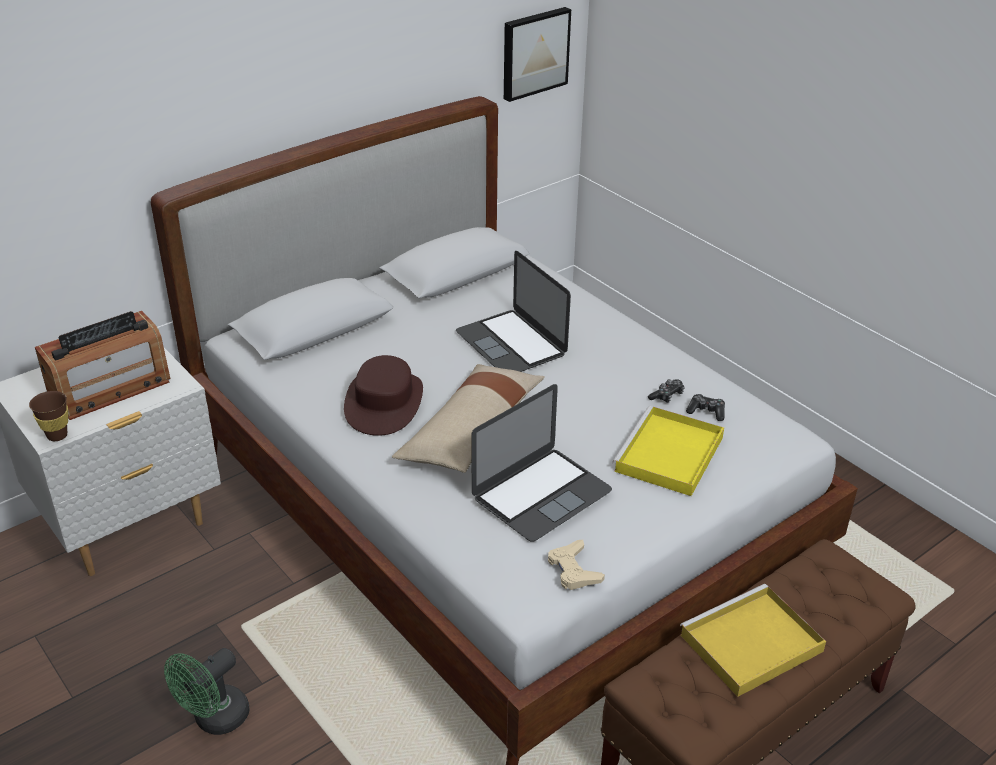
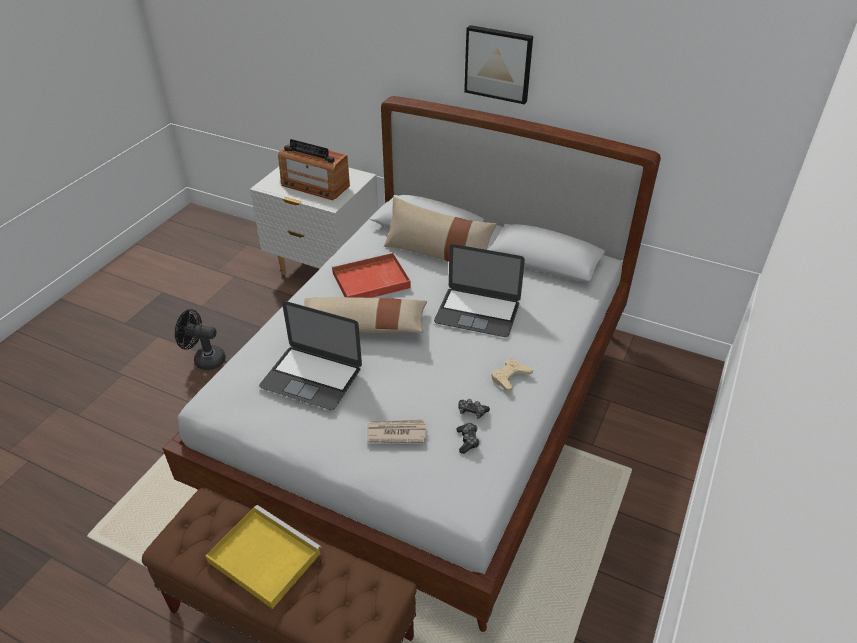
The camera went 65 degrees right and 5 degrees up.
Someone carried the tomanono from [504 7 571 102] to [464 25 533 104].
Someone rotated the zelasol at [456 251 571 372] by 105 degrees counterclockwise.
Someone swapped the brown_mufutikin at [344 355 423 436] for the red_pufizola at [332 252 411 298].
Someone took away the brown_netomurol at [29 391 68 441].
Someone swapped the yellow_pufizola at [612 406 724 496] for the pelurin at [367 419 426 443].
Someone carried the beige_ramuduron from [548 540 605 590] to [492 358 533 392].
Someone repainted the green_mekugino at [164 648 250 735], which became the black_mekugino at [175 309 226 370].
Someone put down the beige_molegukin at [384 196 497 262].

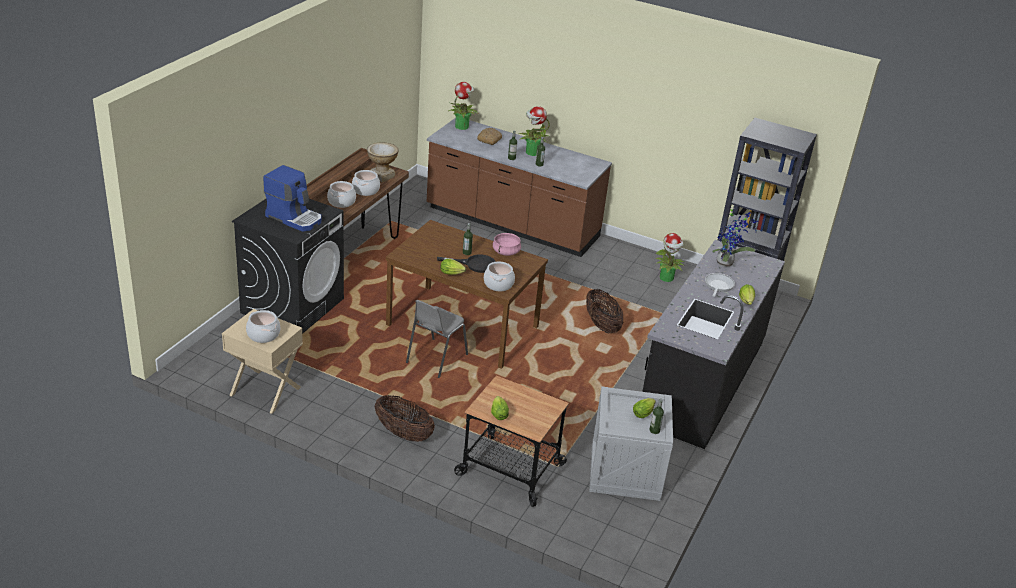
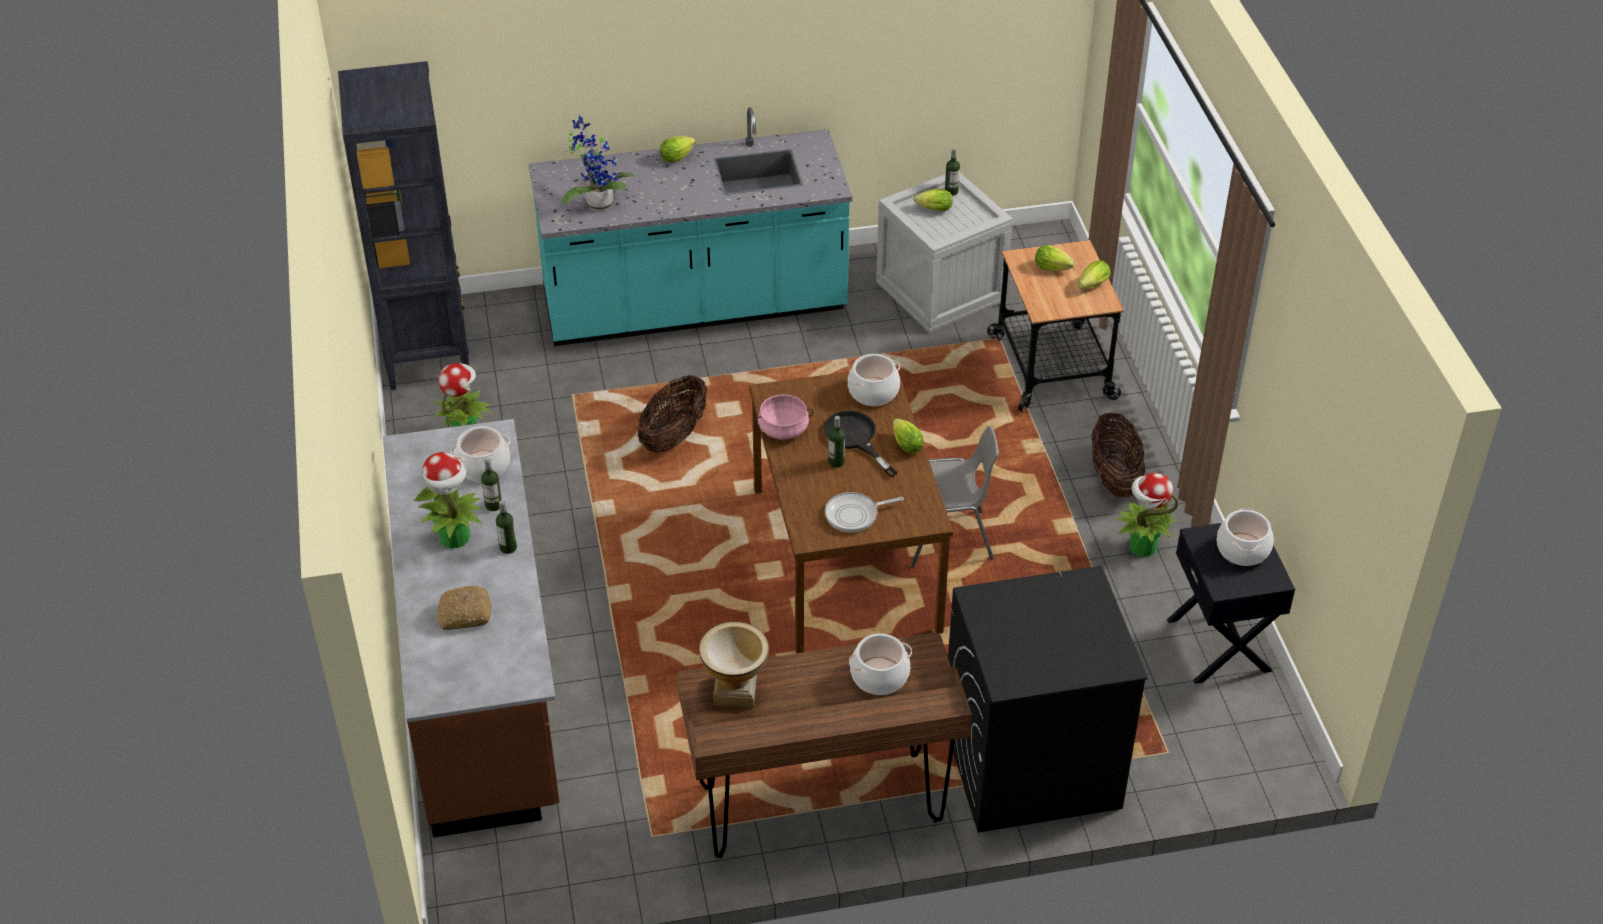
The camera went 125 degrees left and 10 degrees up.
Someone carried the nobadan from [449 82 478 130] to [1115 473 1178 557].
Someone took away the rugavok at [263 165 321 232].
Someone carried the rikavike from [352 170 380 196] to [451 426 510 482].
Someone repainted the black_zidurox at [642 240 785 449], which became the turquoise_zidurox at [529 107 853 346].
Someone carried the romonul from [705 273 735 297] to [825 492 904 533].
Someone repainted the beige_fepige at [222 309 303 414], which became the black_fepige at [1167 523 1295 684].
Someone put down the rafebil at [1035 245 1075 271].

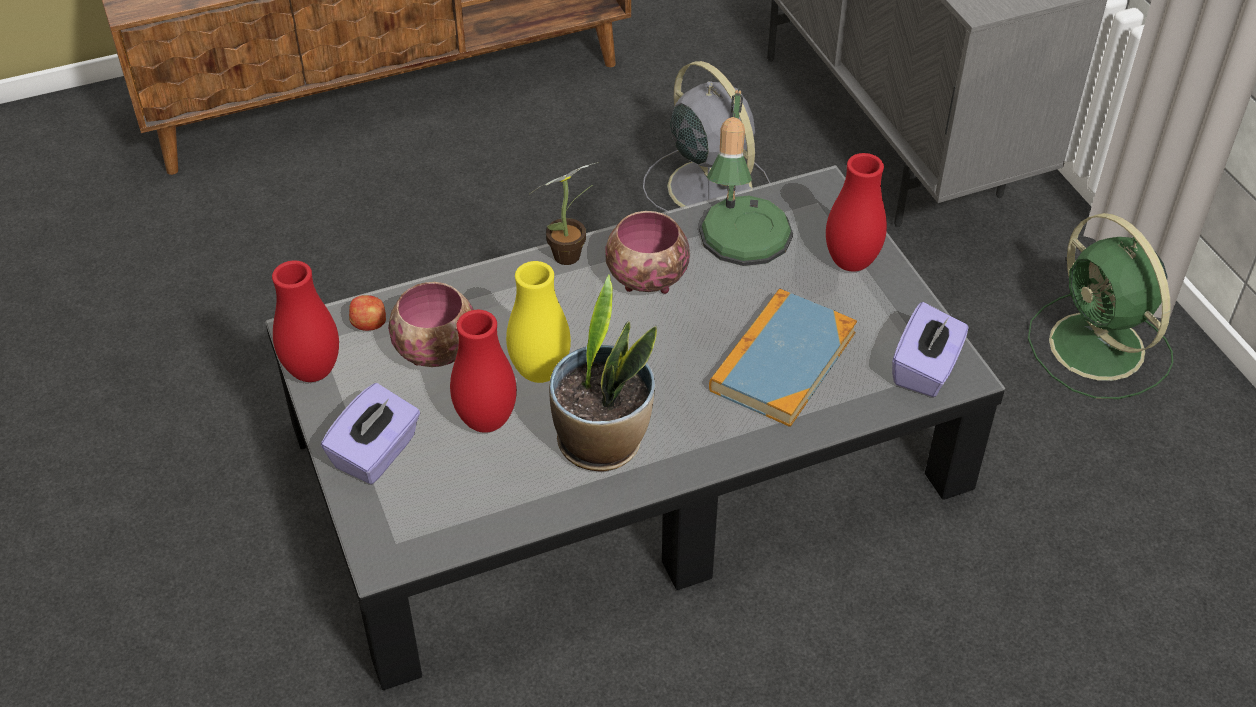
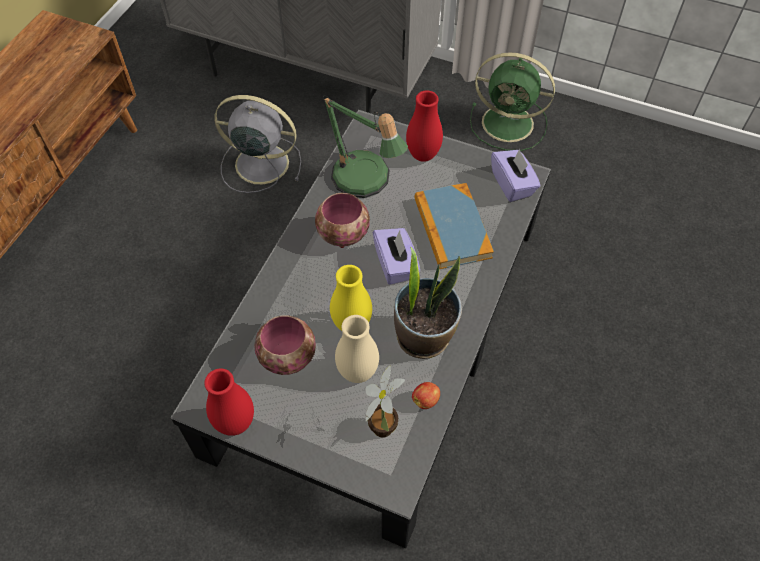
The camera went 45 degrees left and 10 degrees up.
Someone carried the nobadan from [531 162 599 265] to [365 366 405 437].
Someone carried the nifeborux from [349 295 386 331] to [412 382 440 409].
Someone repainted the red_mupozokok at [450 310 517 433], which became the beige_mupozokok at [335 315 379 383].
Someone carried the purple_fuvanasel from [321 383 420 484] to [373 228 420 285].

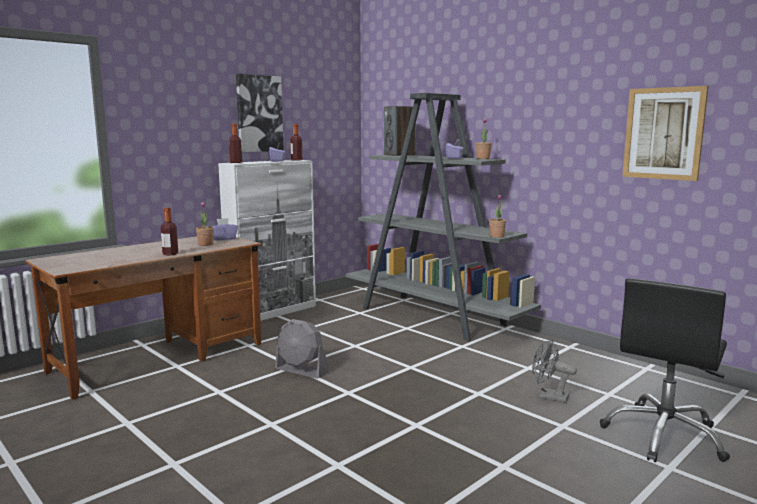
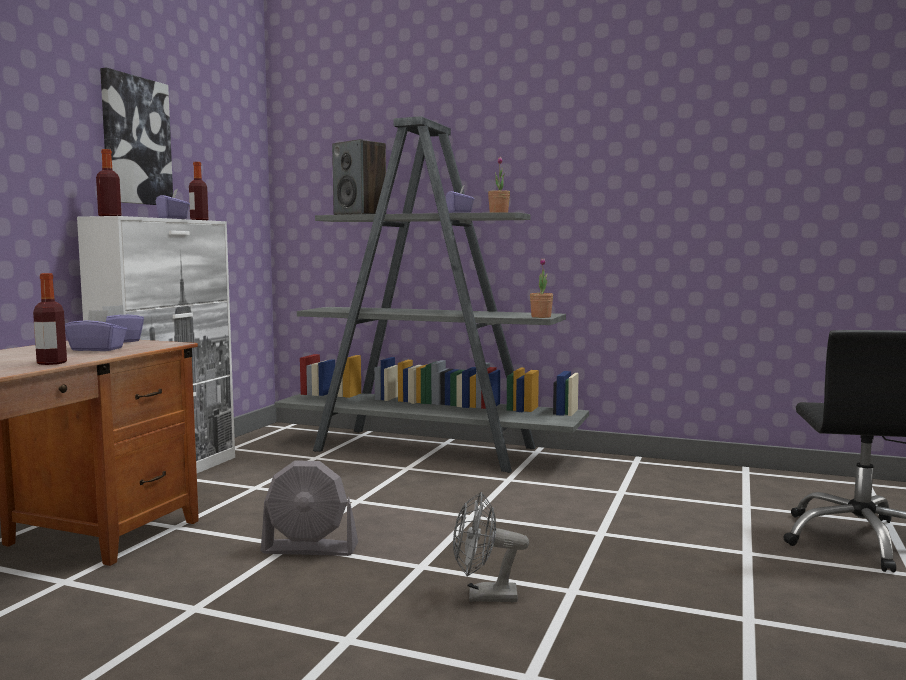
The camera went 25 degrees left and 5 degrees down.
Someone took away the tomanono at [622 86 708 181].
Someone swapped the nobadan at [196 202 214 246] for the purple_fuvanasel at [65 310 127 351].
Someone carried the grey_mekugino from [532 339 577 403] to [453 492 529 602].

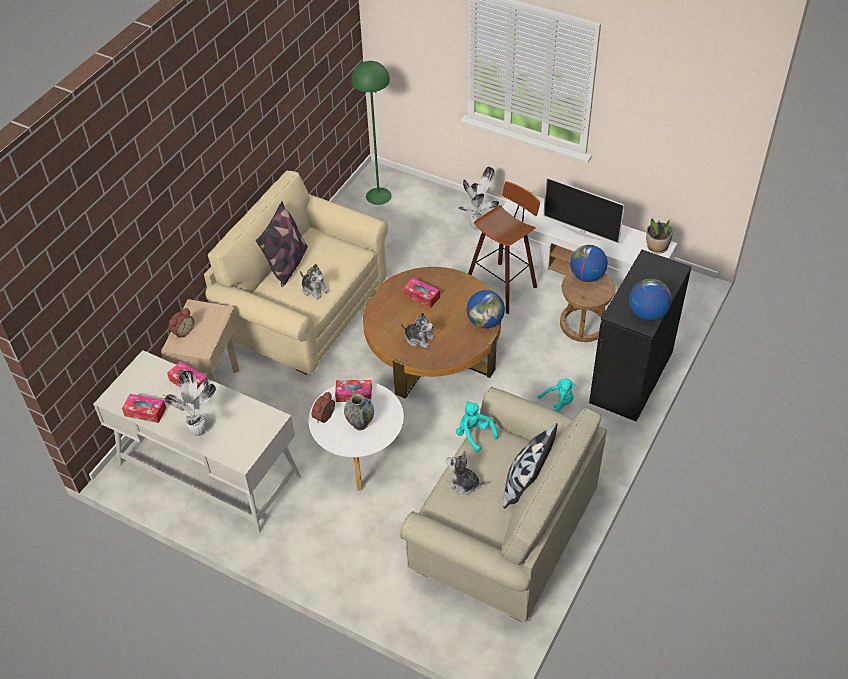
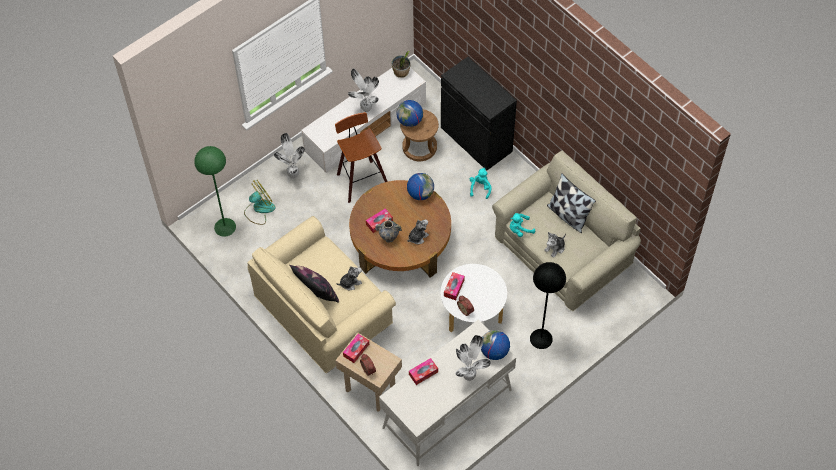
The camera went 70 degrees left and 10 degrees up.
Someone swapped the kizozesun at [543 177 625 244] for the nobadan at [348 68 379 112].
Someone carried the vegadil from [629 279 672 321] to [481 330 510 360].
Someone carried the mupozokok from [344 389 374 431] to [375 218 402 243].
Someone carried the fuvanasel from [122 394 166 423] to [343 334 369 363].
Someone put down the mekugino at [244 180 276 225].
Someone put down the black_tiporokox at [530 262 566 349].

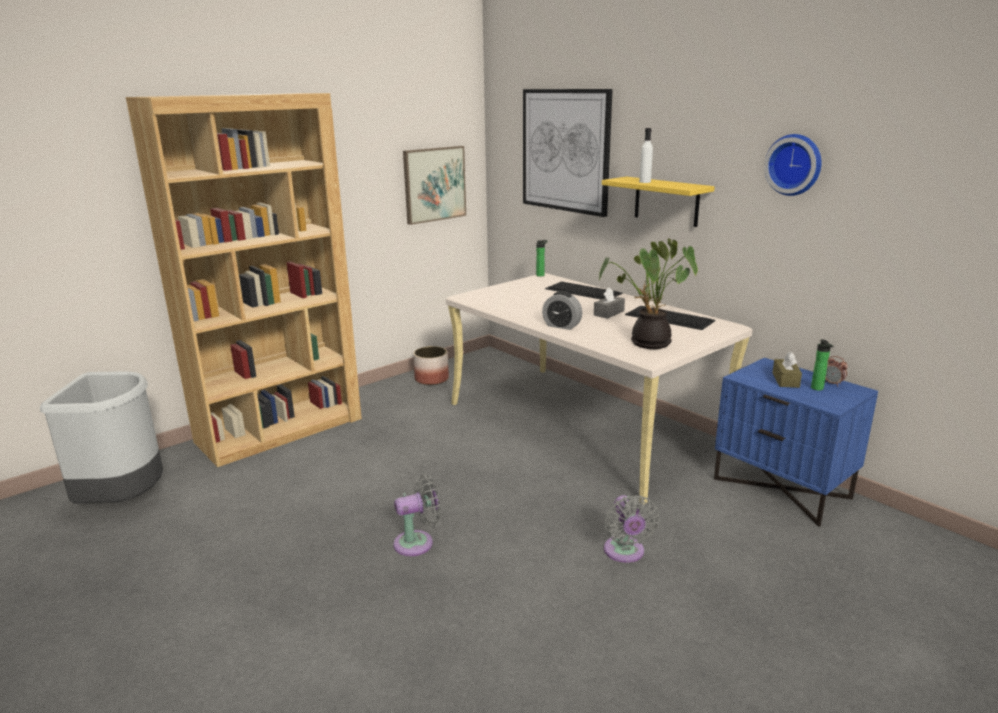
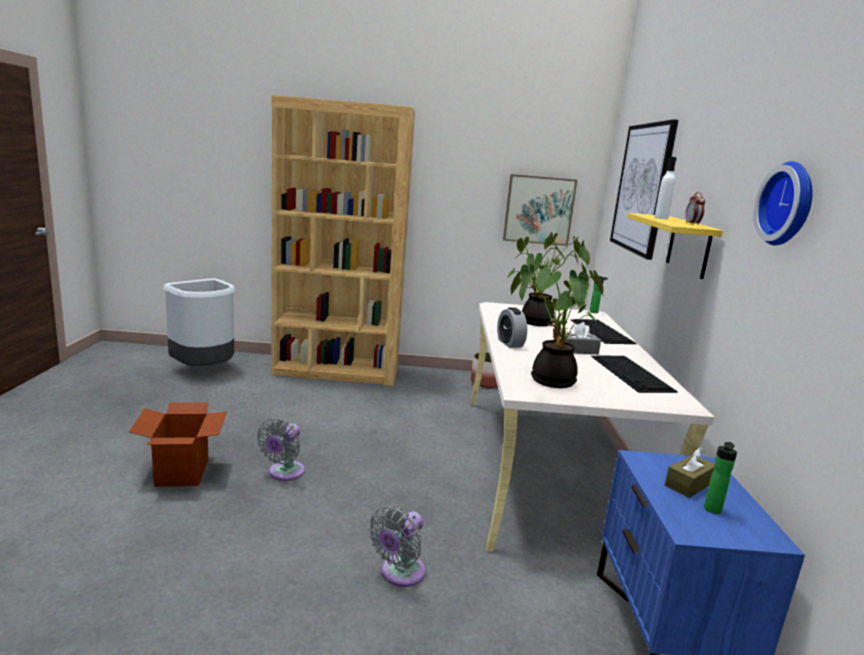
The camera went 40 degrees right and 5 degrees down.
Someone carried the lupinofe from [825 356 848 386] to [685 192 705 225].
Someone rotated the grey_mekugino at [393 474 441 556] by 90 degrees clockwise.
Someone put down the nobadan at [507 232 590 326].
Someone put down the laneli at [129 402 227 487].

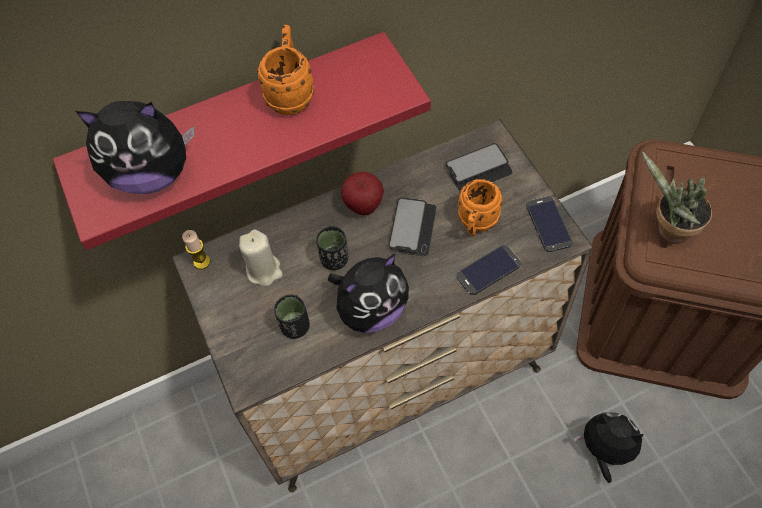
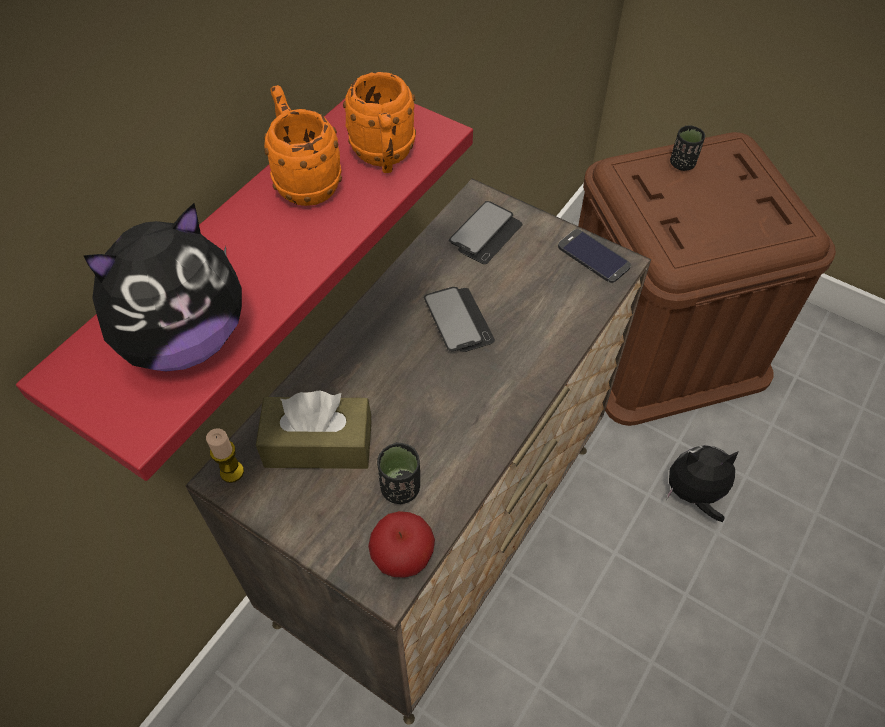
The camera went 35 degrees left and 5 degrees down.
Someone took away the nobadan at [642 151 712 244].
Someone carried the nifeborux from [341 171 384 215] to [368 511 435 578].
Someone carried the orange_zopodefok from [458 179 503 236] to [343 72 416 173].
Someone carried the black_netomurol from [316 226 348 270] to [670 125 705 171].
Someone swapped the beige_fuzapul at [239 229 283 286] for the brown_fuvanasel at [256 391 371 469].
Someone took away the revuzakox at [456 245 521 295].
Someone took away the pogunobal at [328 254 409 333].

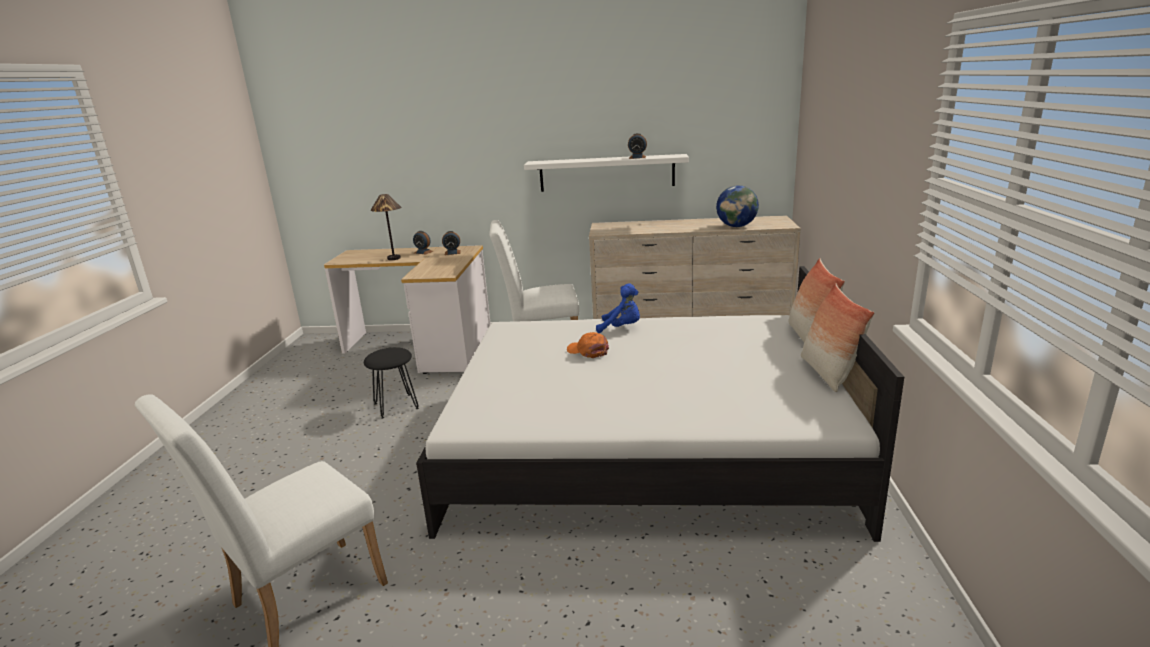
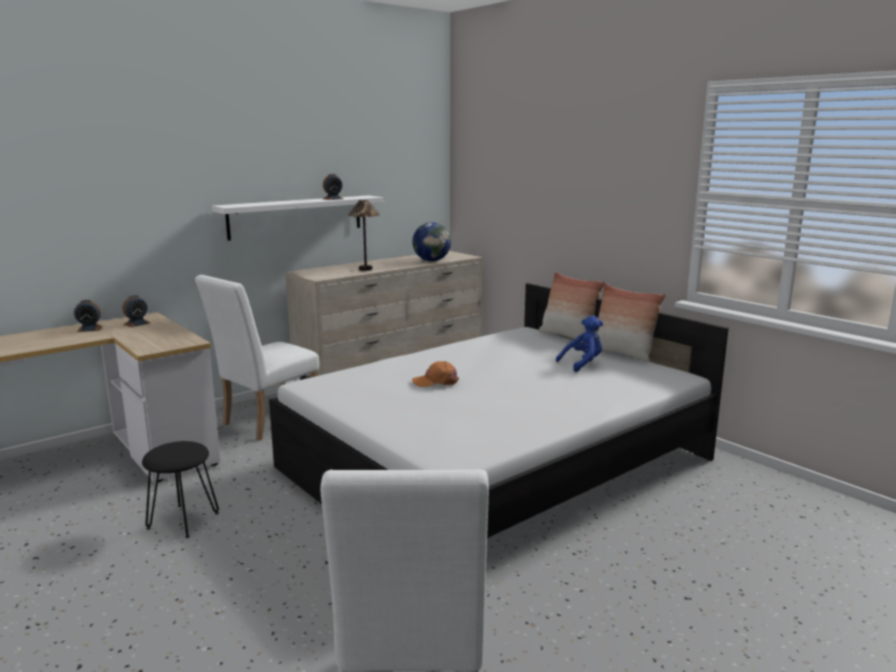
The camera went 45 degrees left and 5 degrees down.
Someone carried the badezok from [371 194 401 260] to [348 200 380 271].
Someone carried the blue_pogunobal from [596 283 640 333] to [556 316 603 372].

